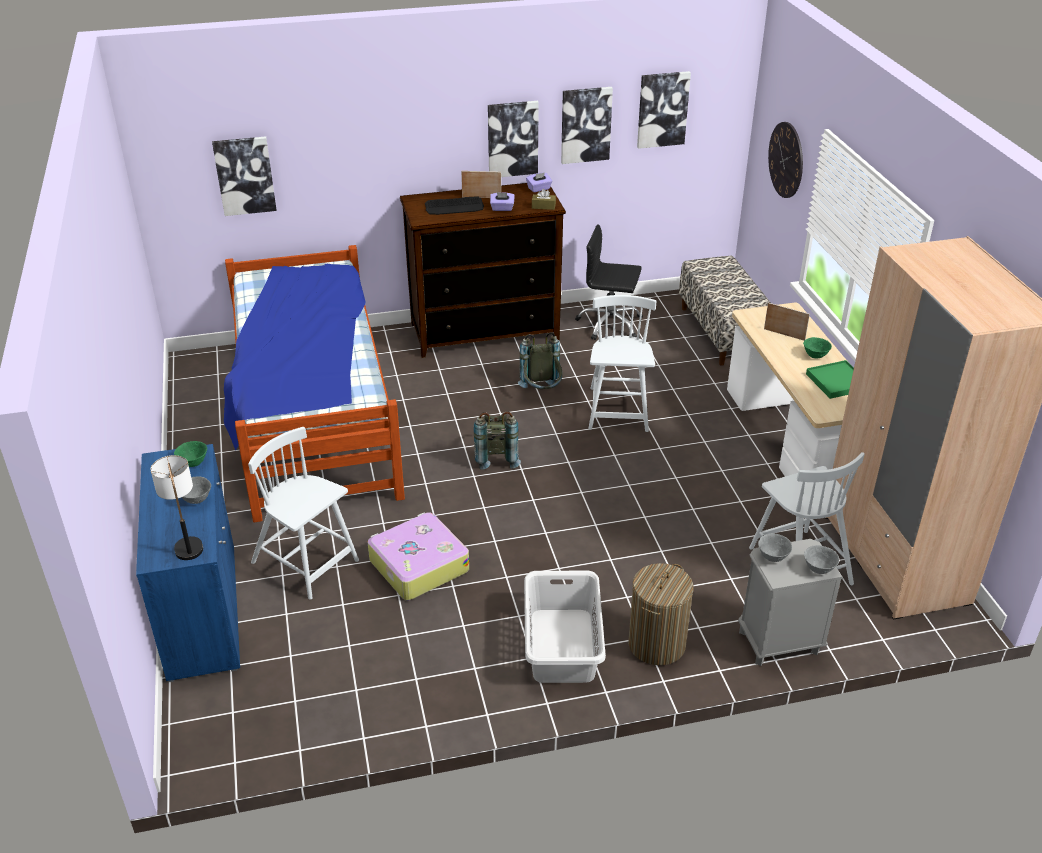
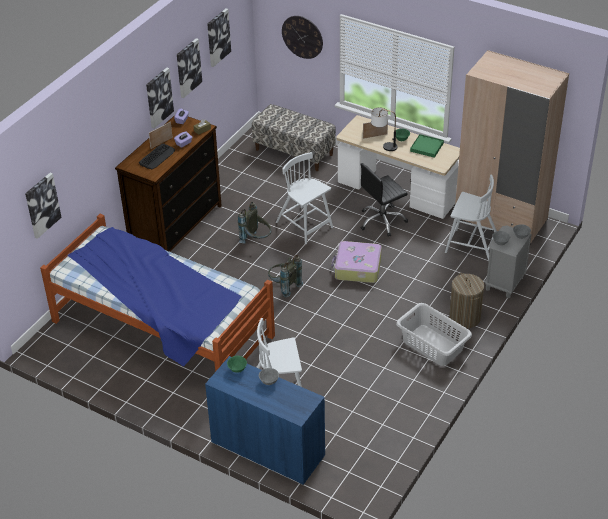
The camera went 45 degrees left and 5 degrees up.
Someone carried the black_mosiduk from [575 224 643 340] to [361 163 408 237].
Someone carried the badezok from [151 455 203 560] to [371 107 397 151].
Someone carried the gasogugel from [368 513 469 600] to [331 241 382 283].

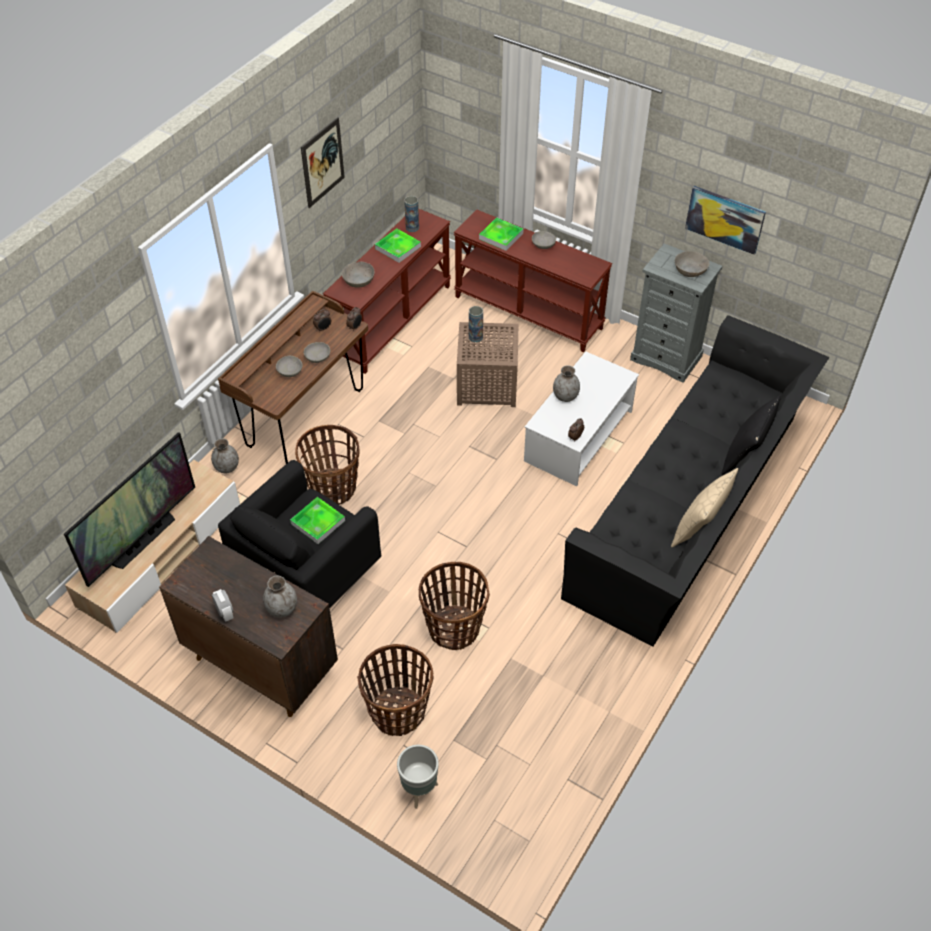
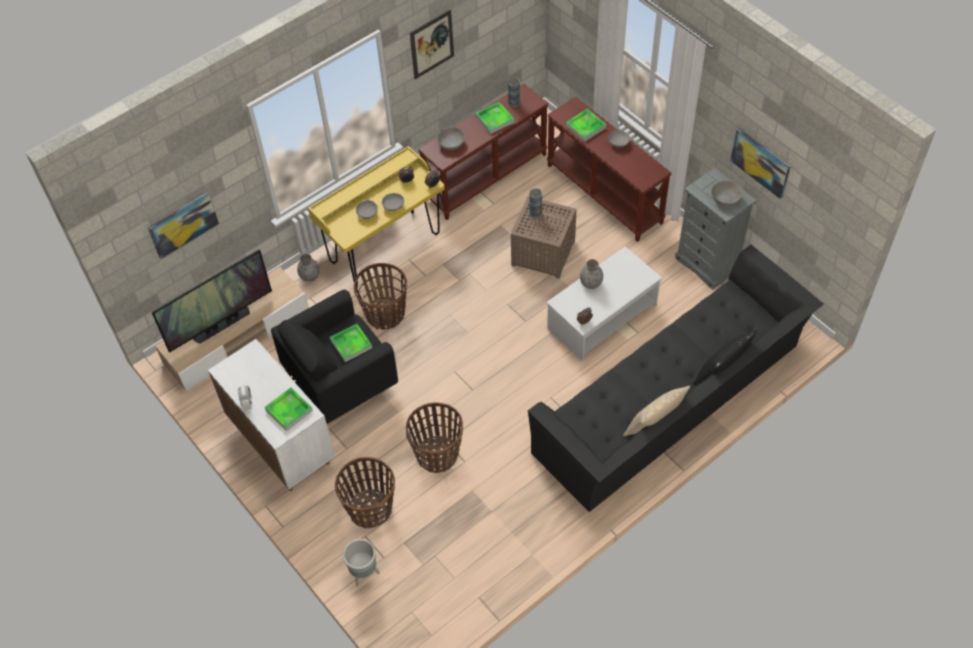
The camera went 20 degrees right and 5 degrees up.
Someone repainted the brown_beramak at [218 290 368 464], which became the yellow_beramak at [308 146 445 287].
Someone repainted the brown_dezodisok at [159 536 338 717], which became the white_dezodisok at [208 339 335 491].
Someone swapped the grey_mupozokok at [263 576 297 618] for the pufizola at [265 387 313 431].
Someone put up the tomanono at [148 192 219 259].

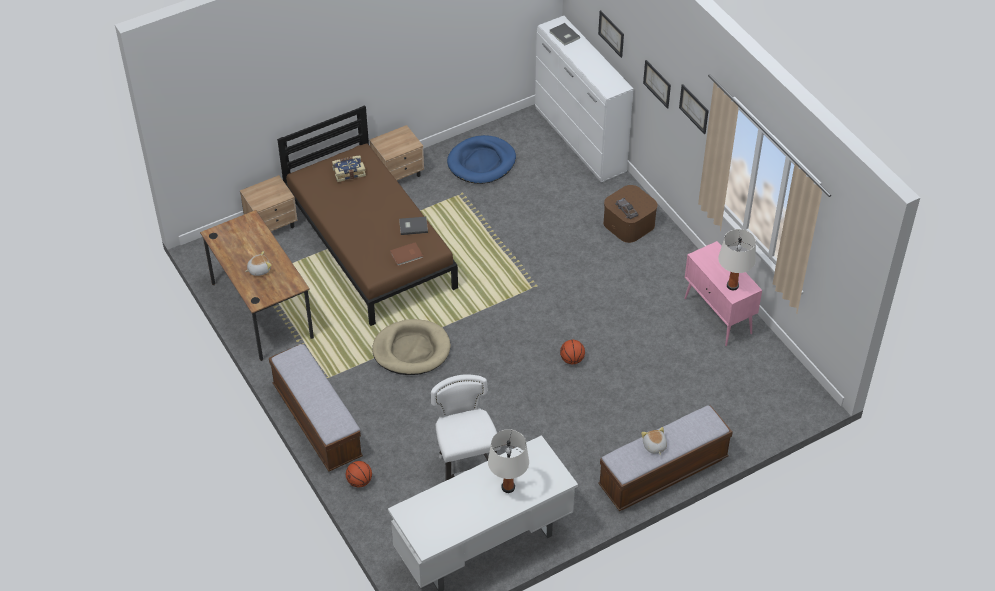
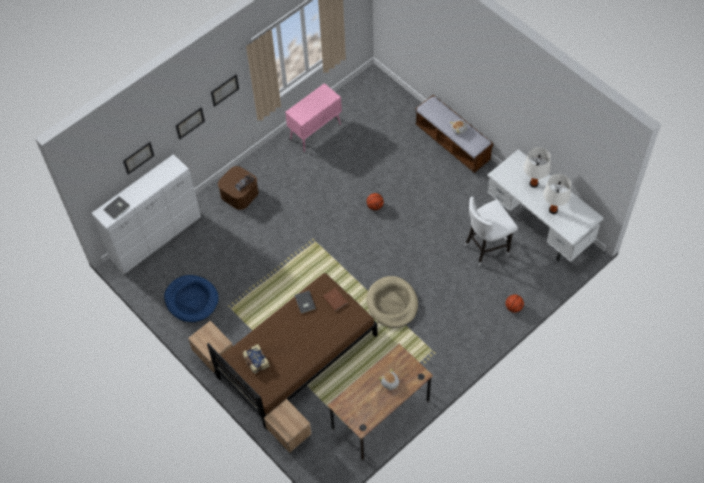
The camera went 100 degrees left and 10 degrees up.
Someone carried the white_badezok from [718 229 756 290] to [543 174 571 214].
Someone took away the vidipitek at [269 344 363 472].

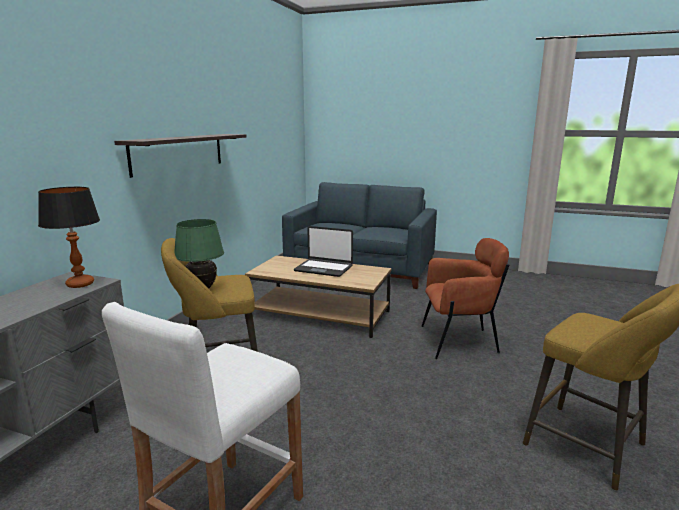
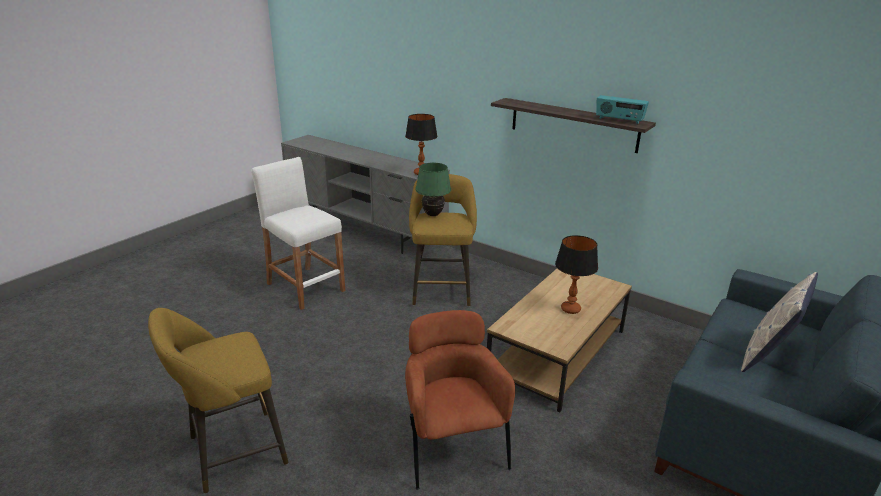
The camera went 105 degrees right and 10 degrees up.
Someone swapped the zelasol at [294 226 353 277] for the badezok at [555 235 598 314].
Someone rotated the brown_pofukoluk at [421 238 509 359] by 150 degrees clockwise.
Someone put down the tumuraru at [596 95 649 124].
Someone put down the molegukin at [741 272 818 372].

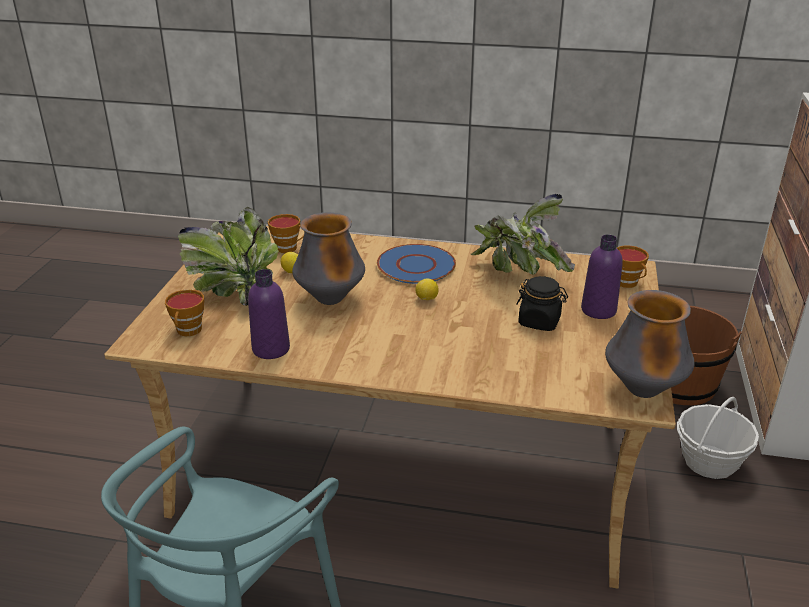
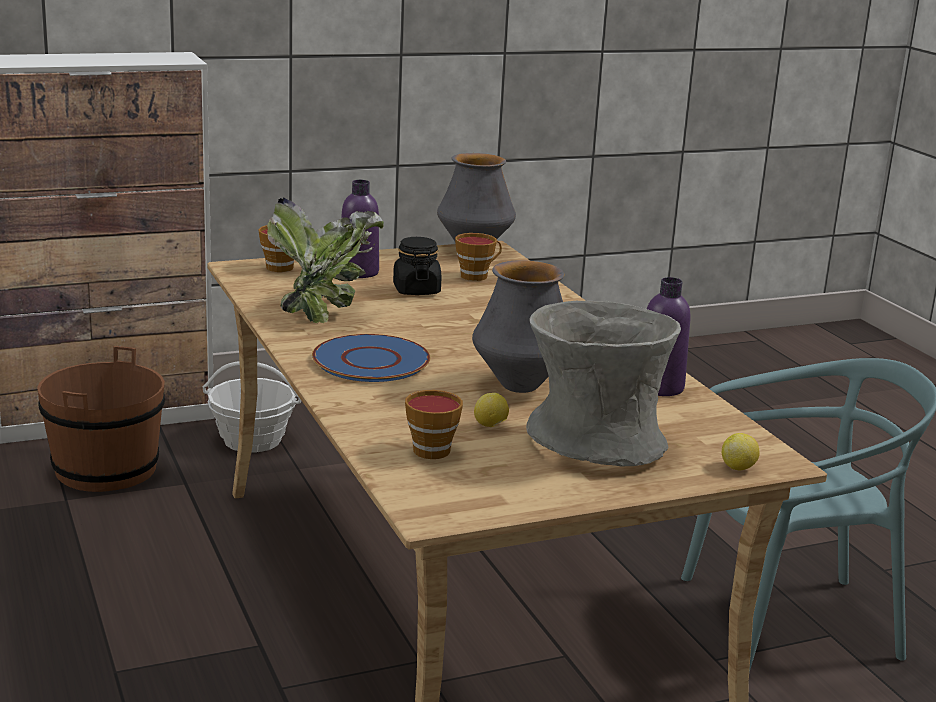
The camera went 125 degrees left and 10 degrees down.
Someone swapped the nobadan at [178 207 279 306] for the grey_mupozokok at [526 301 681 466].
Someone carried the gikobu from [415 278 438 300] to [722 433 760 470].
Someone carried the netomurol from [165 289 204 336] to [455 233 502 281].

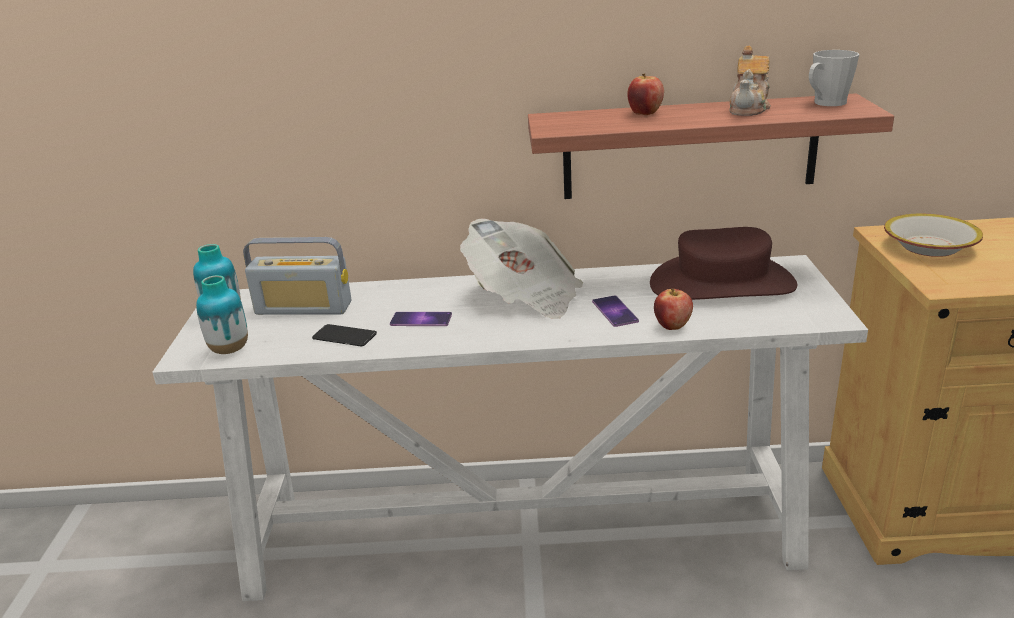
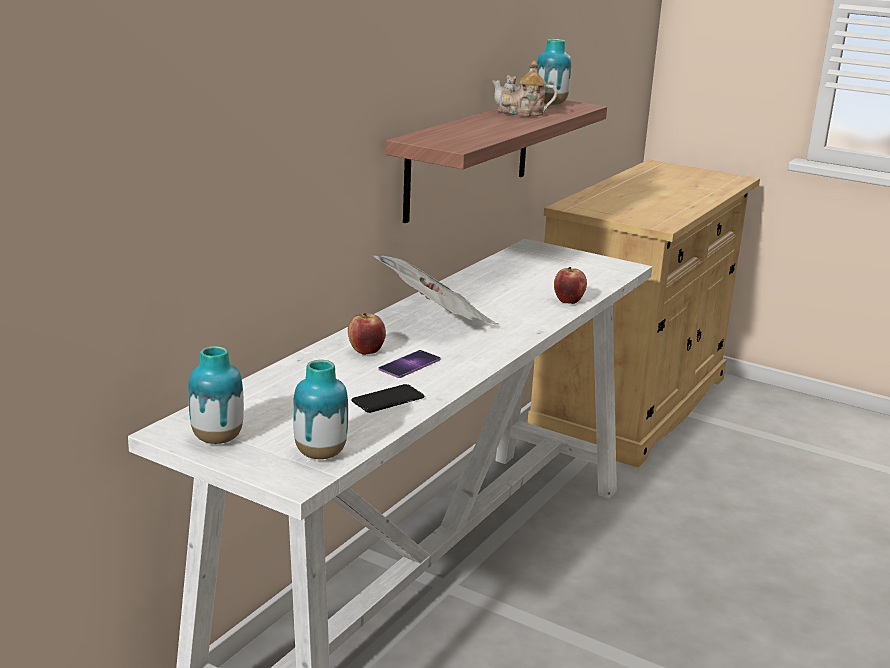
The camera went 60 degrees left and 5 degrees down.
Someone rotated the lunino at [729 45 771 116] by 135 degrees clockwise.
Someone swapped the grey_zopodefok at [809 50 859 106] for the mupozokok at [537 39 571 105].
Someone carried the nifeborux from [627 74 664 115] to [348 313 386 355].
Someone took away the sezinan at [884 214 983 257].
Someone took away the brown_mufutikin at [650 227 797 300].
Someone took away the tumuraru at [243 237 351 315].
Someone took away the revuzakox at [592 295 639 327].

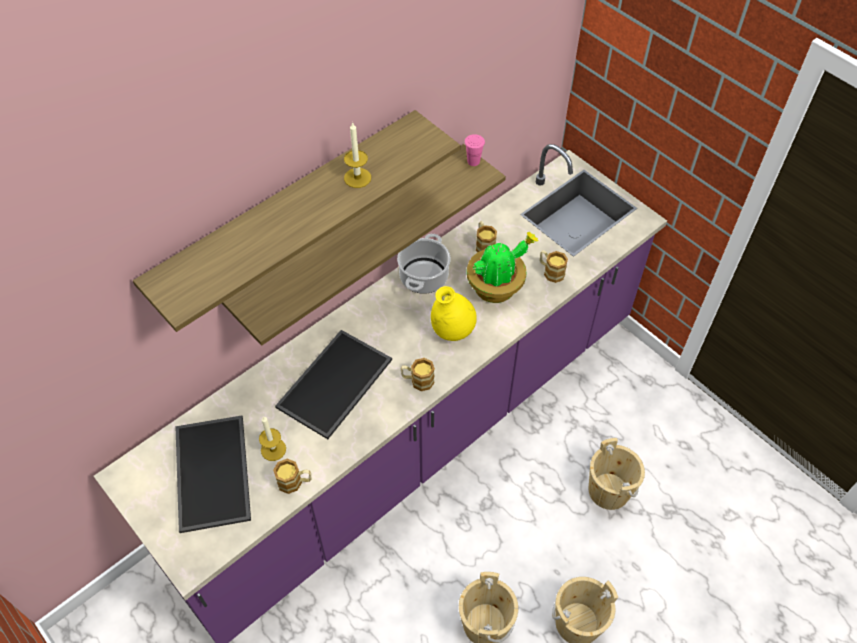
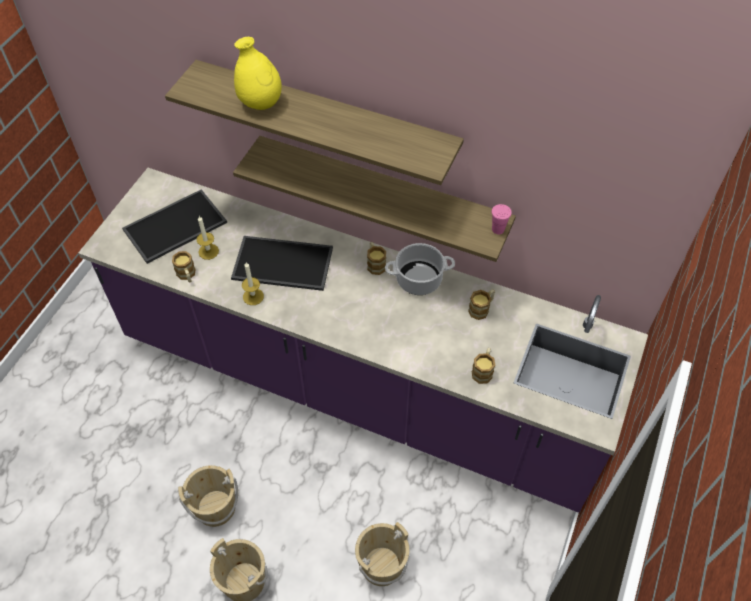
The camera went 65 degrees right and 0 degrees up.
Someone carried the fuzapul from [344 122 371 188] to [242 262 264 305].
Someone took away the nobadan at [467 232 538 303].
Someone carried the yellow_mupozokok from [431 286 477 341] to [234 37 281 110].
Someone carried the zopodefok from [401 358 435 391] to [367 242 386 275].

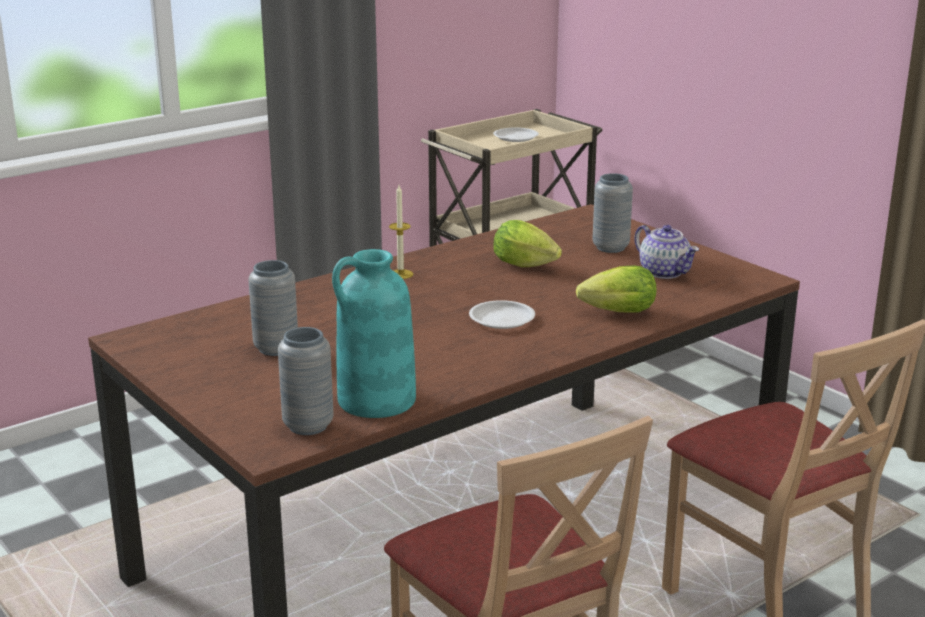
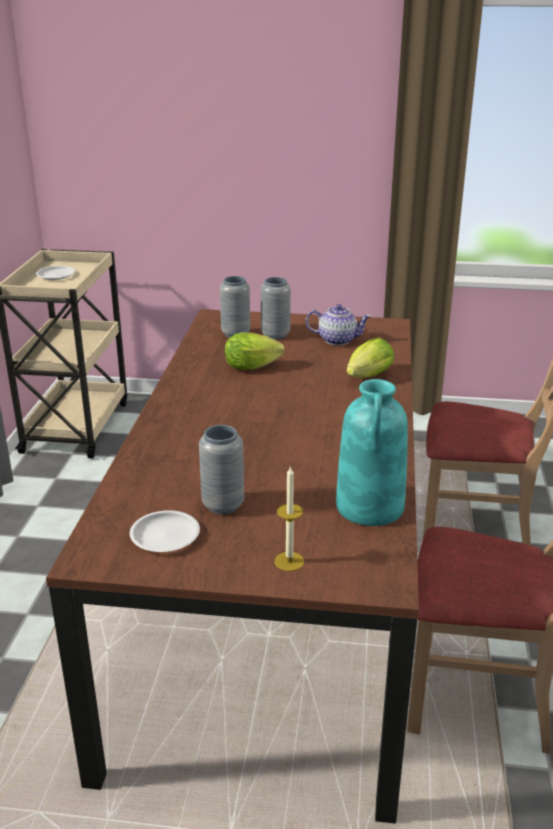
The camera went 45 degrees left and 5 degrees up.
Someone carried the fuzapul from [389 185 413 279] to [274 466 304 571].
Someone carried the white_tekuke from [469 300 535 329] to [130 510 200 552].
Someone carried the grey_mupozokok from [278 327 333 435] to [220 276 250 338].

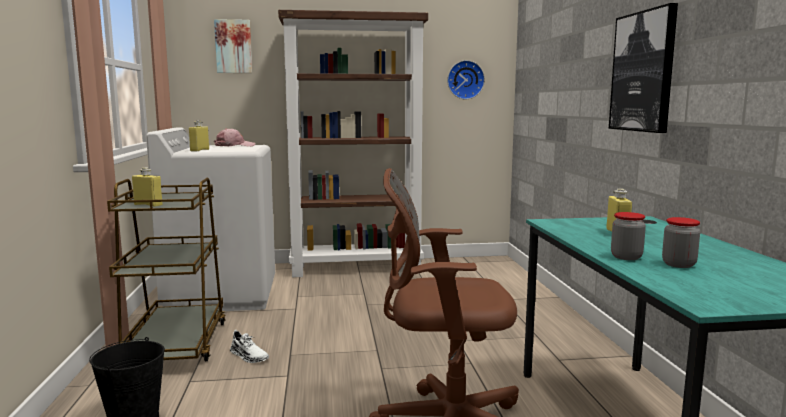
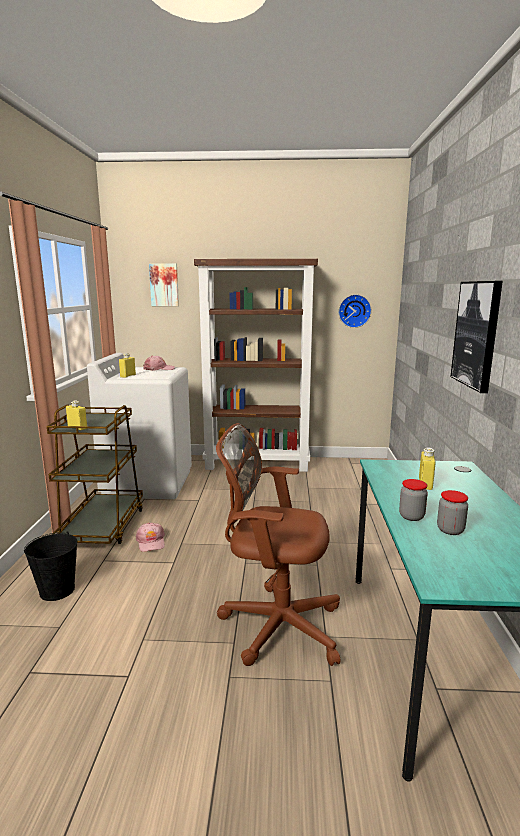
The camera went 10 degrees right and 5 degrees up.
Someone swapped the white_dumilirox at [230 330 269 363] for the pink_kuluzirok at [136 523 165 552].

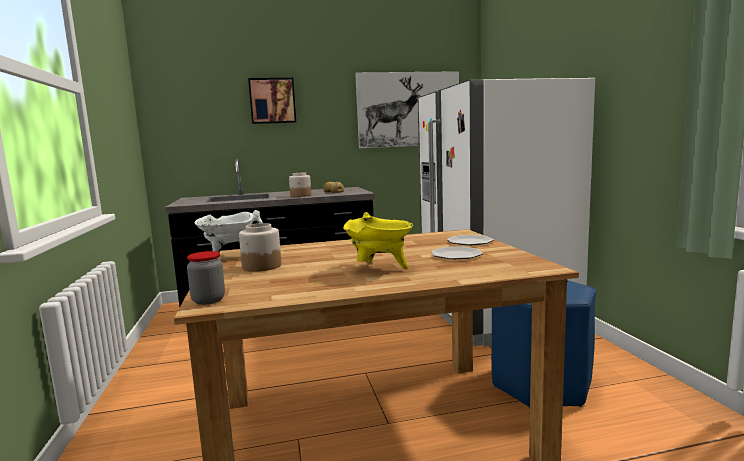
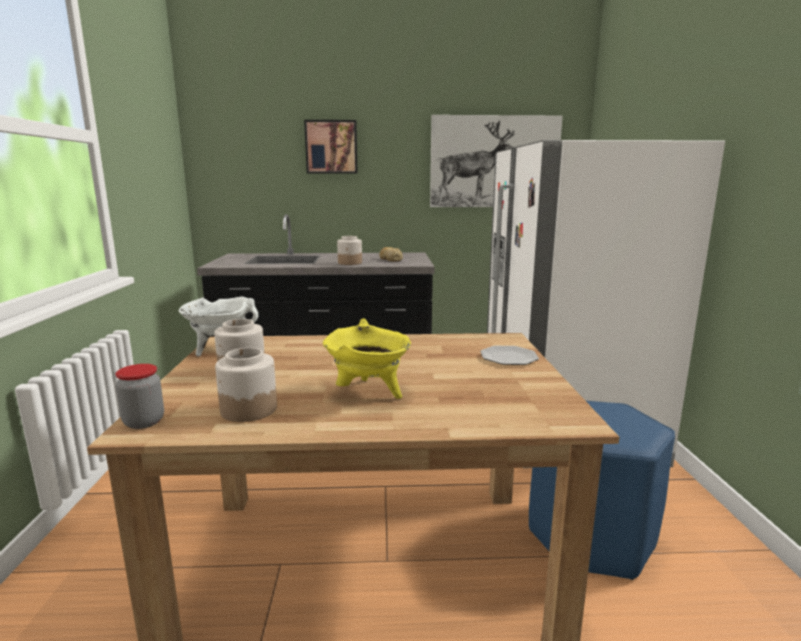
The camera went 10 degrees right and 5 degrees up.
Someone took away the tekuke at [431 246 483 259].
Someone put down the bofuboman at [215 348 277 422].

